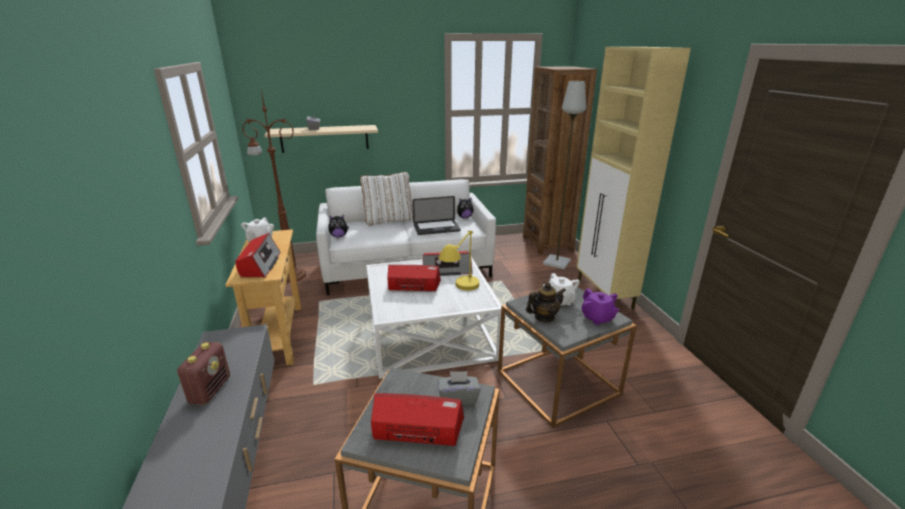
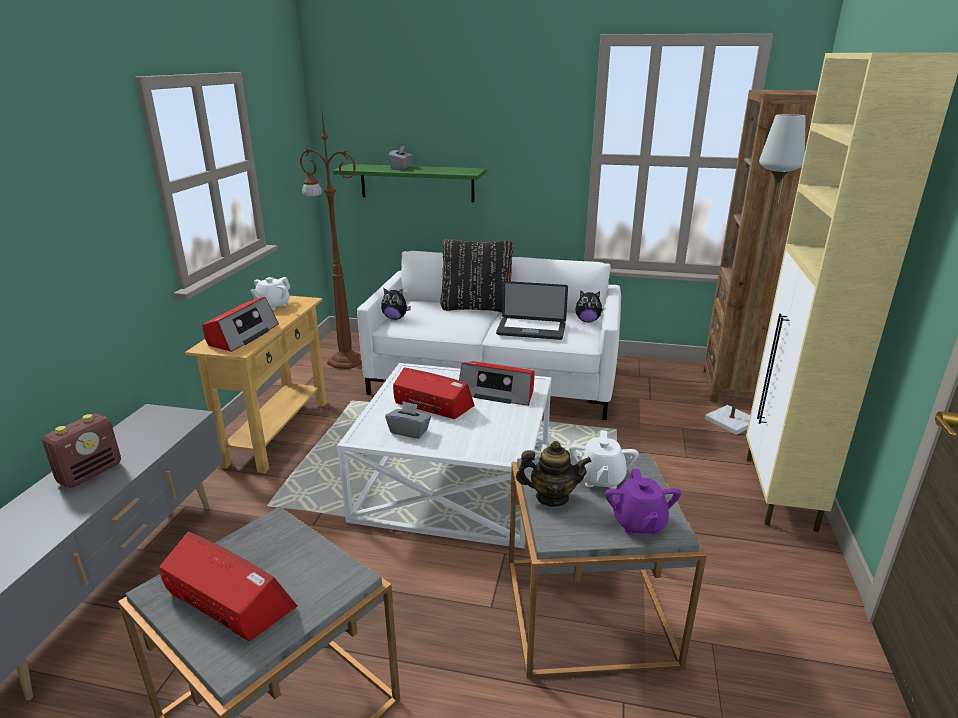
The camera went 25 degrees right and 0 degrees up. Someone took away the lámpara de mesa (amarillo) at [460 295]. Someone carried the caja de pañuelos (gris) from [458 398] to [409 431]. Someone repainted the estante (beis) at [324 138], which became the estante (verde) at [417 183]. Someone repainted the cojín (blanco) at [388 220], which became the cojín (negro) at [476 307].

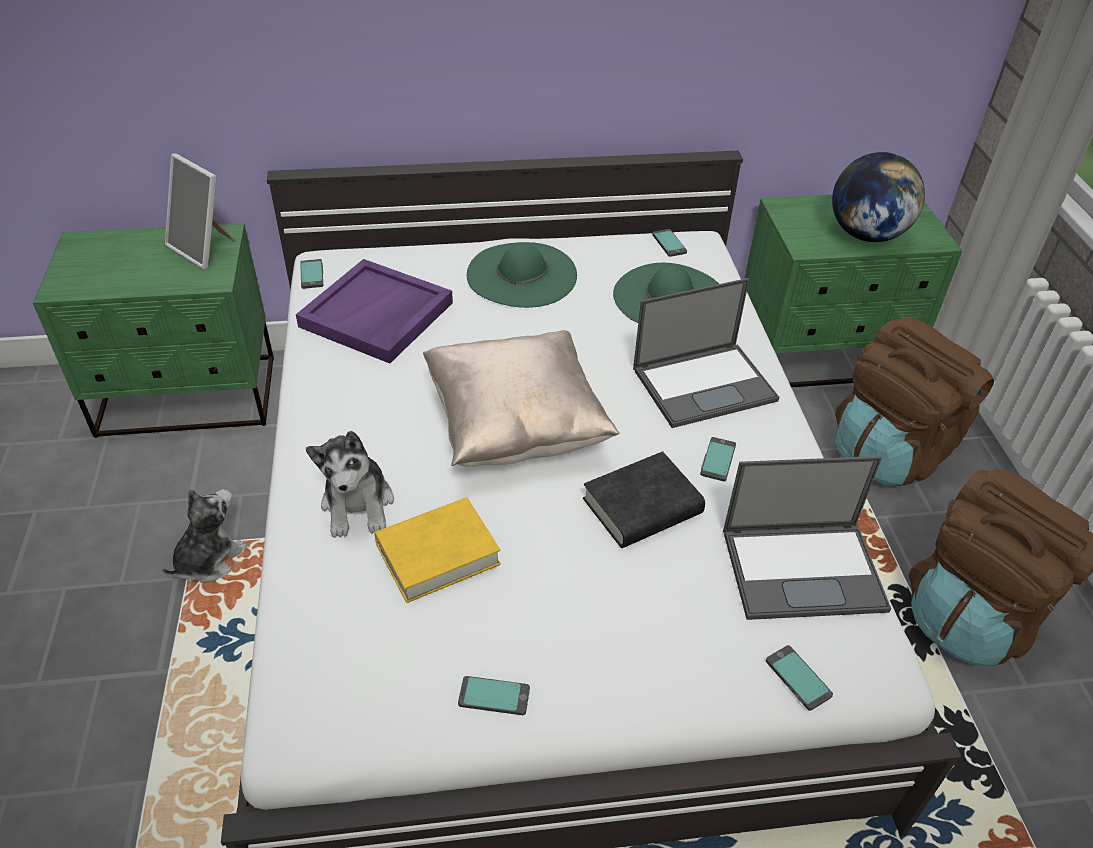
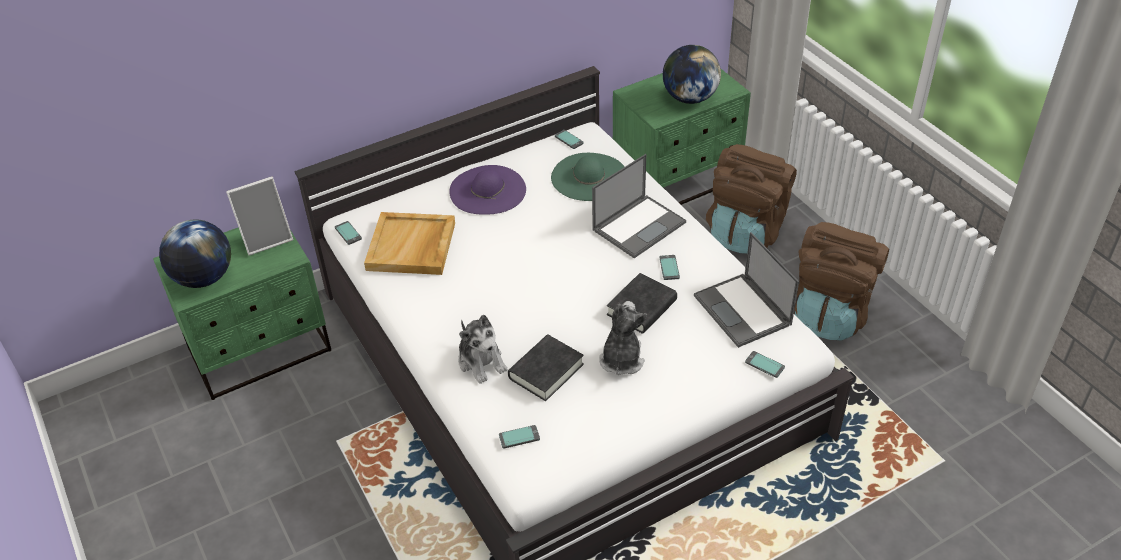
The camera went 20 degrees left and 0 degrees up. Someone took away the cojín (beis) at [516 428]. Someone put down the globo terráqueo at [203 278]. Someone carried the peluche from [209 559] to [621 359]. Someone carried the móvil from [494 696] to [519 437]. Someone repainted the bandeja (morado) at [377 315], which became the bandeja (beis) at [412 247]. Someone repainted the libro (amarillo) at [438 554], which became the libro (negro) at [546 371]. Someone repainted the sombrero (verde) at [522 274], which became the sombrero (morado) at [487 190]. Someone rotated the portarretratos at [204 248] by 45 degrees counterclockwise. Someone rotated the portátil at [804 569] by 90 degrees clockwise.

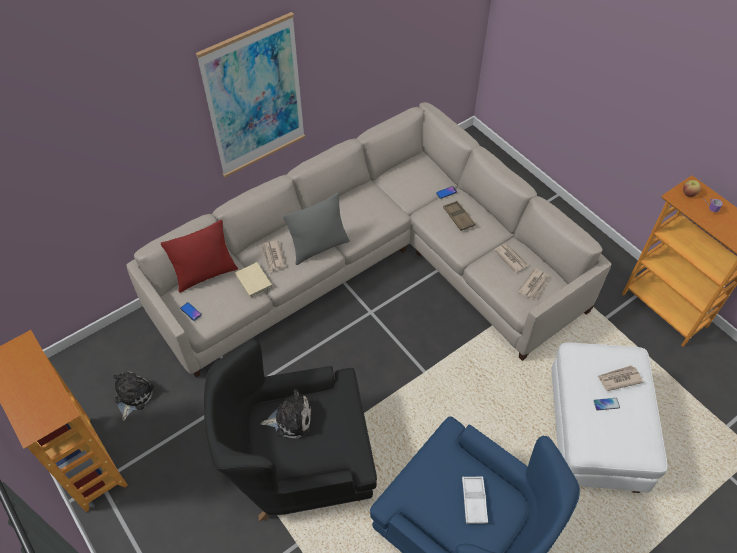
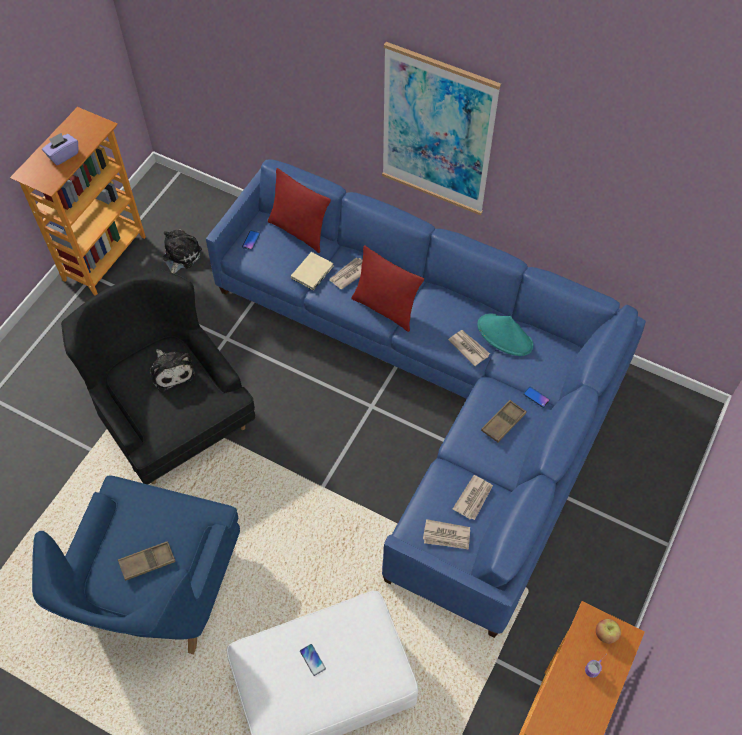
The camera went 65 degrees right and 5 degrees up. Someone put down the caja de pañuelos (morado) at [63 155]. Someone put down the sombrero (turquesa) at [505 336]. Someone carried the periódico from [619 379] to [468 348]. Someone repainted the sofá (beis) at [376 265], which became the sofá (azul) at [436 386]. Someone repainted the cojín (gris) at [319 247], which became the cojín (rojo) at [385 308]. Someone repainted the bandeja (blanco) at [474 501], which became the bandeja (marrón) at [147 562]. Someone rotated the peluche at [133 396] by 60 degrees counterclockwise.

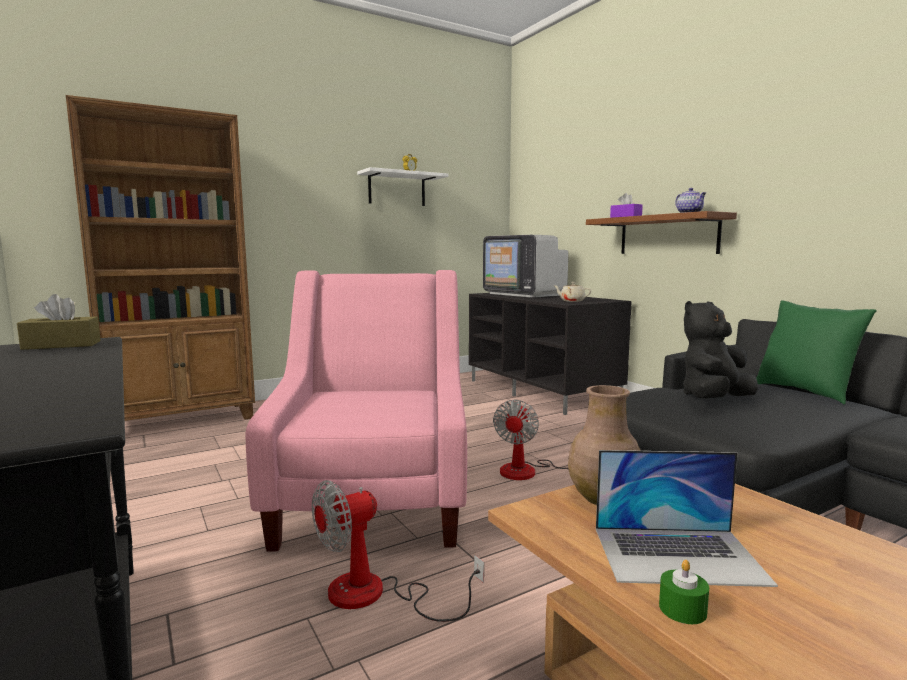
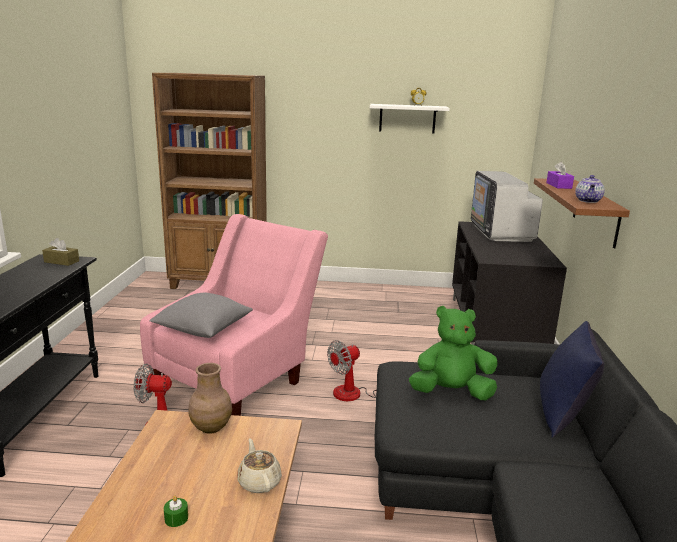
The camera went 35 degrees right and 10 degrees up. Someone took away the portátil at [678 555]. Someone put down the cojín (gris) at [203 329]. Someone carried the tetera (beis) from [571 301] to [259 482]. Someone carried the vela (verde) from [682 609] to [176 518]. Someone repainted the peluche (negro) at [714 400], which became the peluche (verde) at [451 393]. Someone repainted the cojín (verde) at [805 392], which became the cojín (azul) at [562 414].

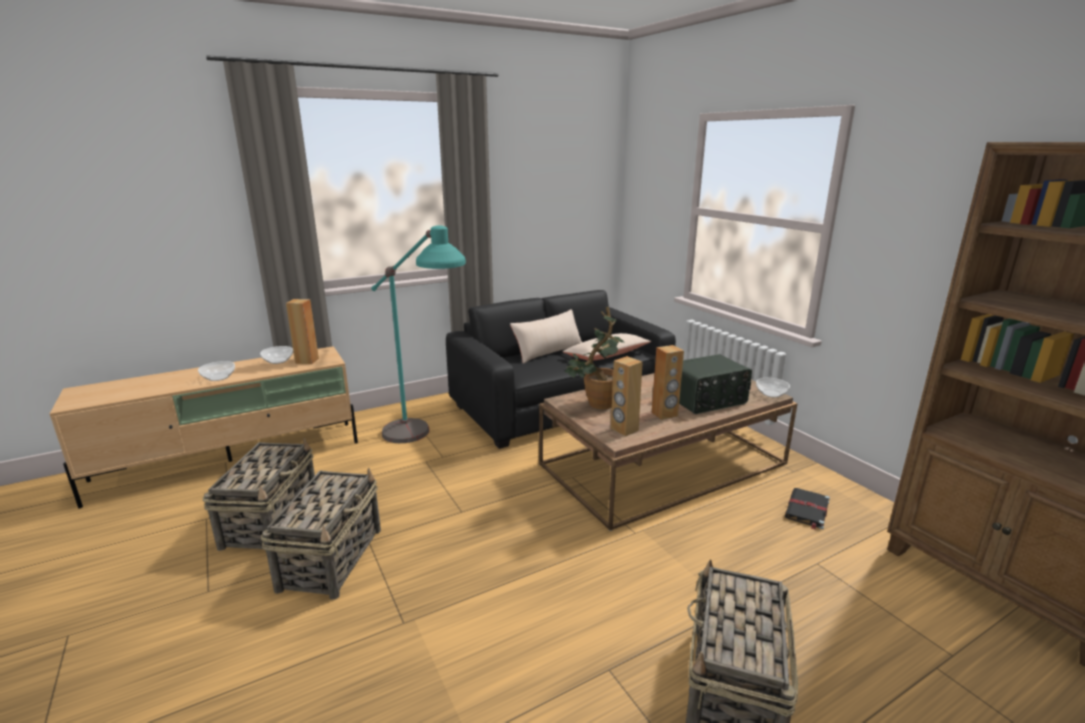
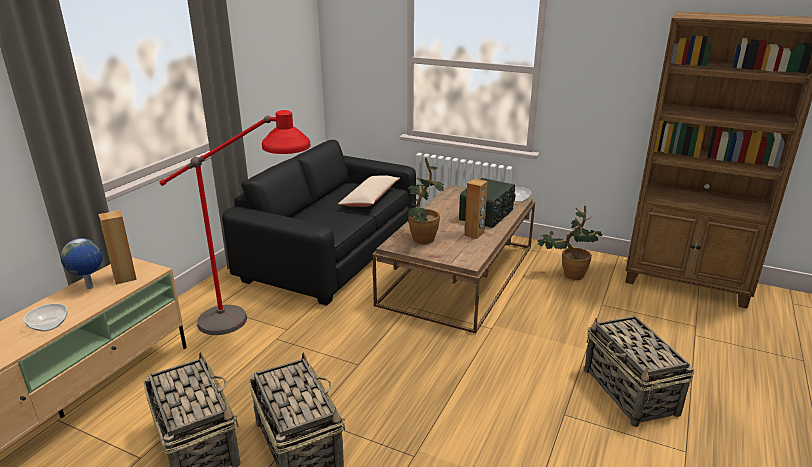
The camera went 35 degrees left and 5 degrees up. Someone took away the cojín (beis) at [548 352]. Someone took away the altavoz (marrón) at [624 430]. Someone swapped the cuenco at [278 361] for the globo terráqueo at [90 288]. Someone swapped the libro (negro) at [807 510] for the planta en maceta at [568 274]. Someone repainted the lámpara de pie (turquesa) at [423 443], which became the lámpara de pie (rojo) at [254 325].

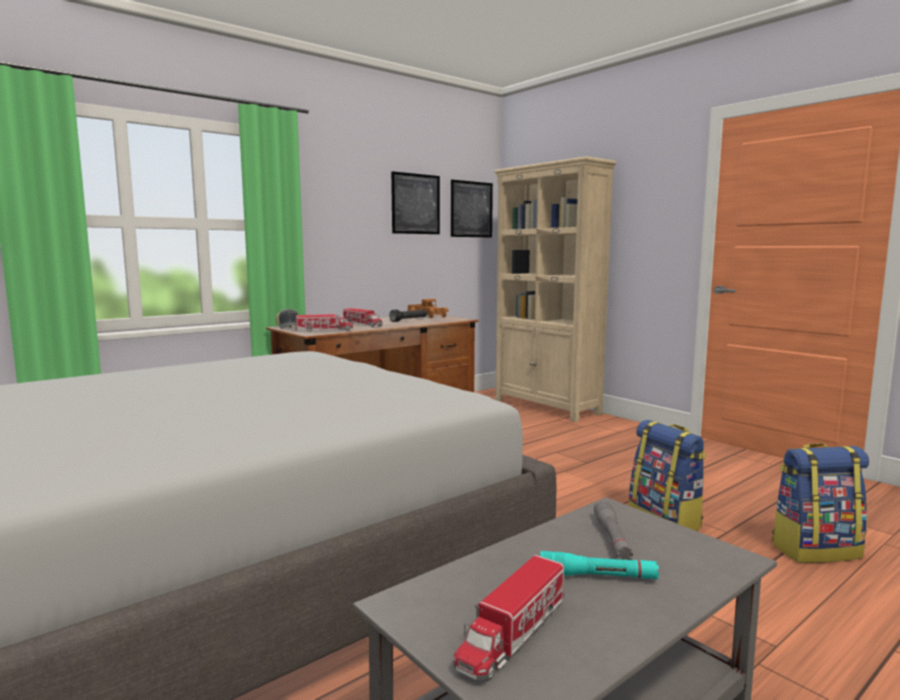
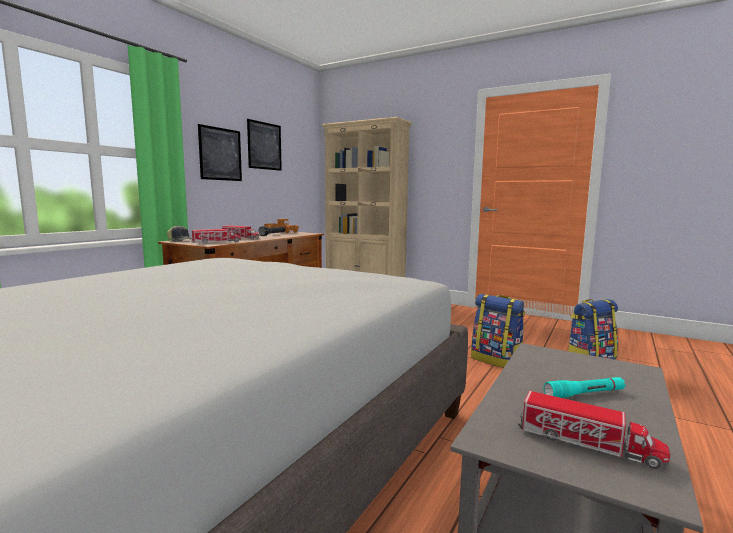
The camera went 20 degrees left and 0 degrees up. Someone took away the linterna (gris) at [612 539]. Someone carried the cuadro from [471 209] to [220 154]. Someone rotated the camión de juguete at [512 634] by 75 degrees counterclockwise.

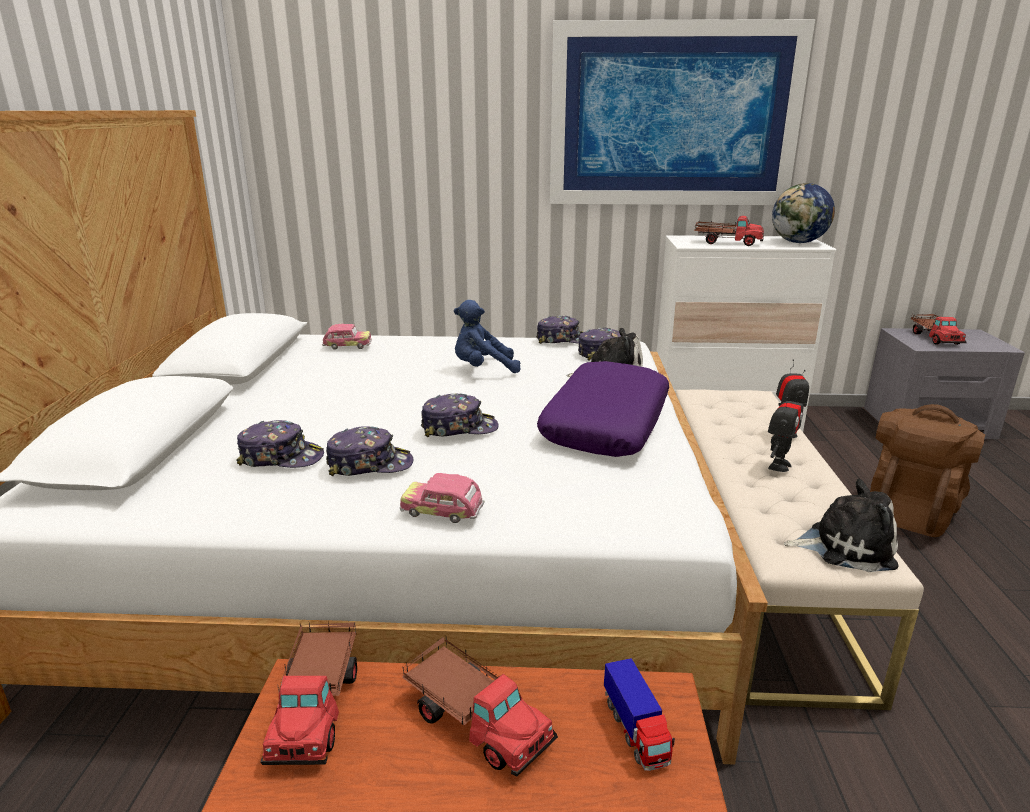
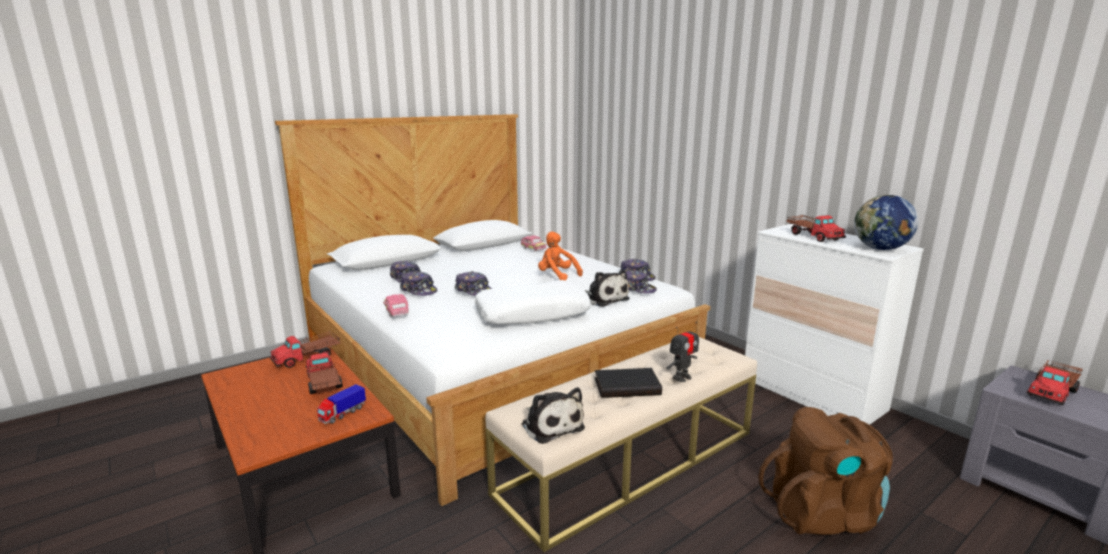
The camera went 50 degrees right and 5 degrees down. Someone took away the cuadro at [673 116]. Someone swapped the robot de juguete at [778 465] for the libro (negro) at [627 386]. Someone repainted the peluche (azul) at [483 369], which became the peluche (naranja) at [557 276]. Someone repainted the cojín (morado) at [605 424], which became the cojín (blanco) at [532 314]. Someone rotated the camión de juguete at [475 719] by 150 degrees clockwise.

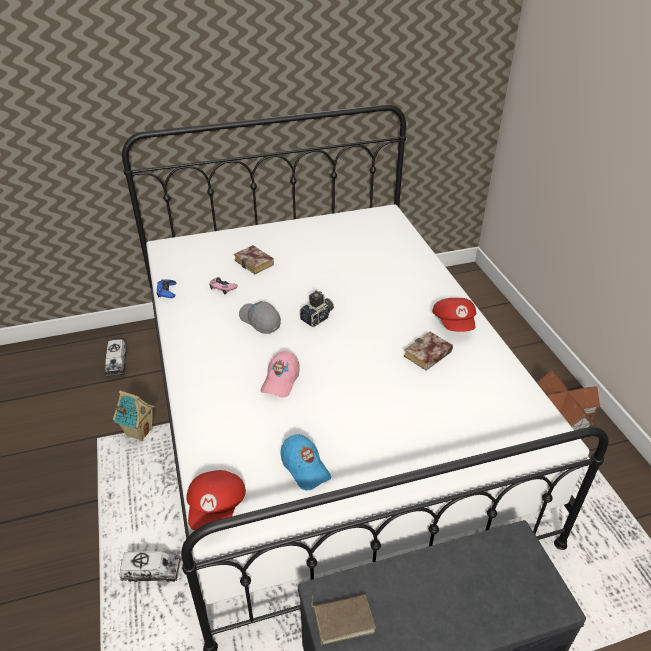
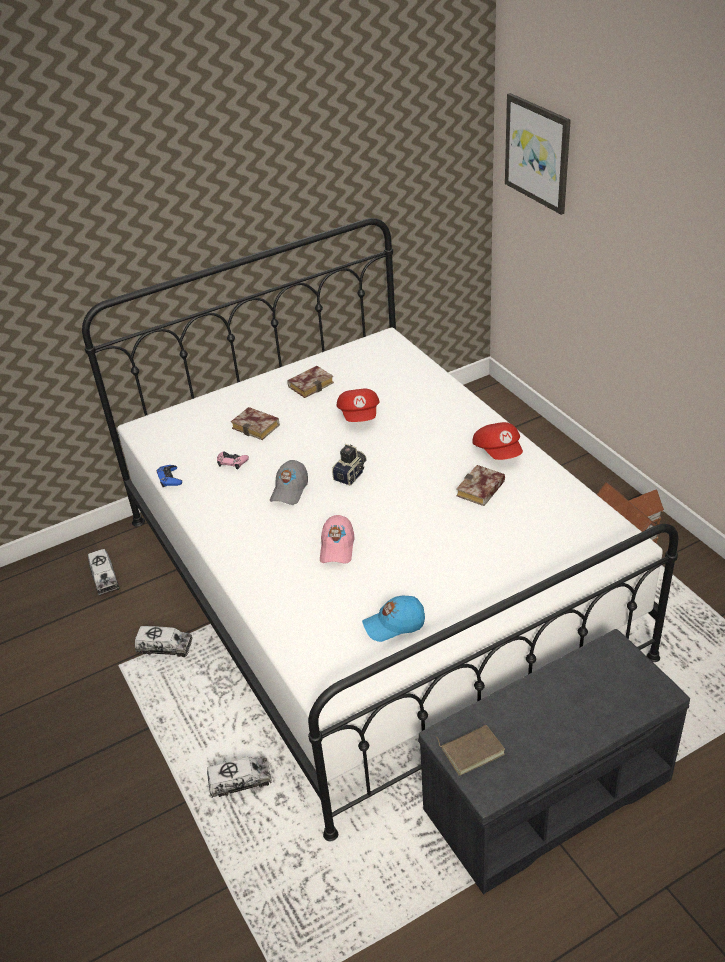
The camera went 10 degrees left and 0 degrees up. Someone put down the libro at [311 384]. Someone put up the cuadro at [538 152]. Someone carried the gorra (rojo) from [217 508] to [360 415]. Someone swapped the casita at [139 432] for the camión de juguete at [165 648]. Someone rotated the gorra (gris) at [260 321] by 105 degrees counterclockwise. Someone rotated the gorra (azul) at [305 467] by 120 degrees clockwise.

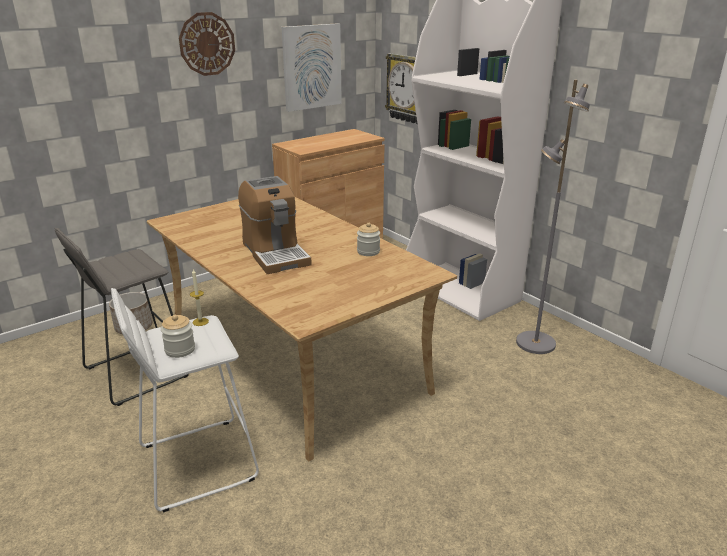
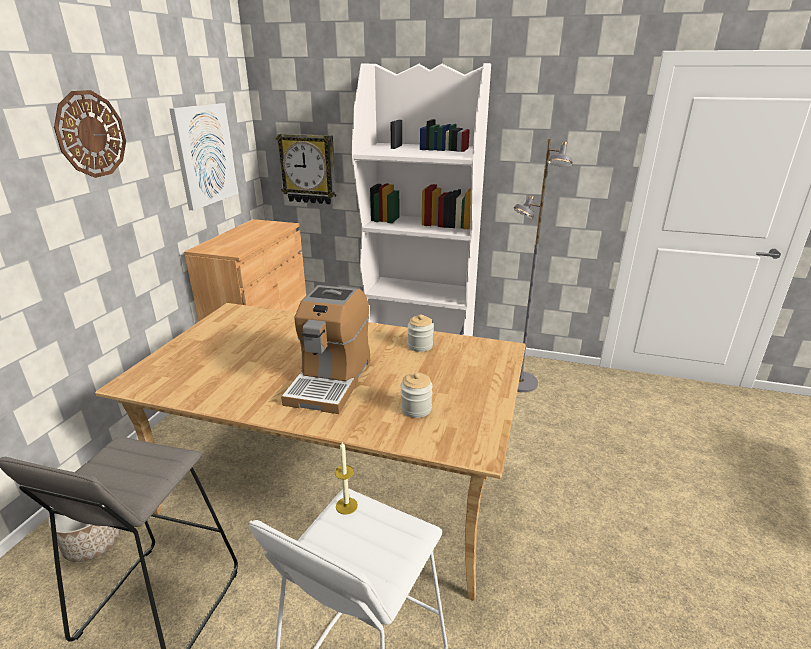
The camera went 35 degrees left and 0 degrees up. Someone carried the tarro from [180 350] to [416 409]. Someone rotated the cafetera at [275 253] by 75 degrees clockwise.

